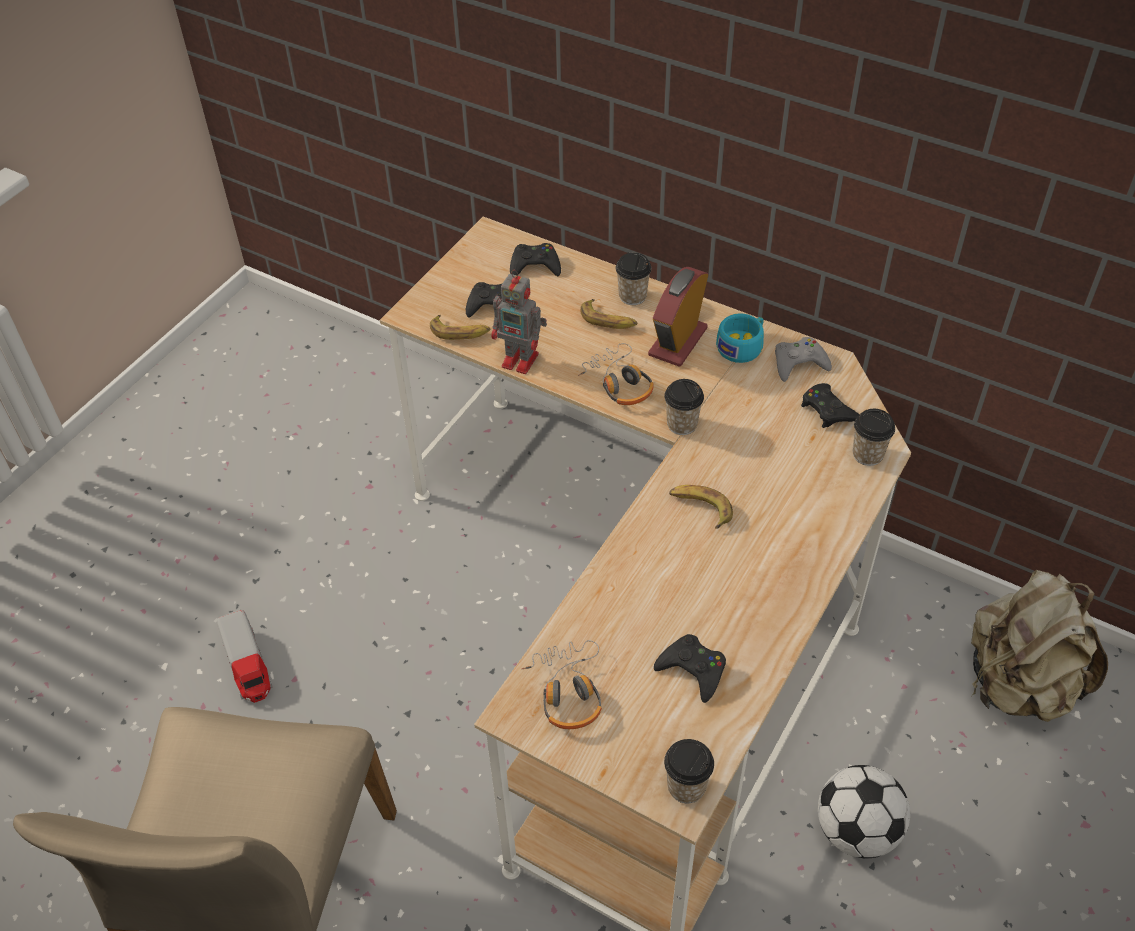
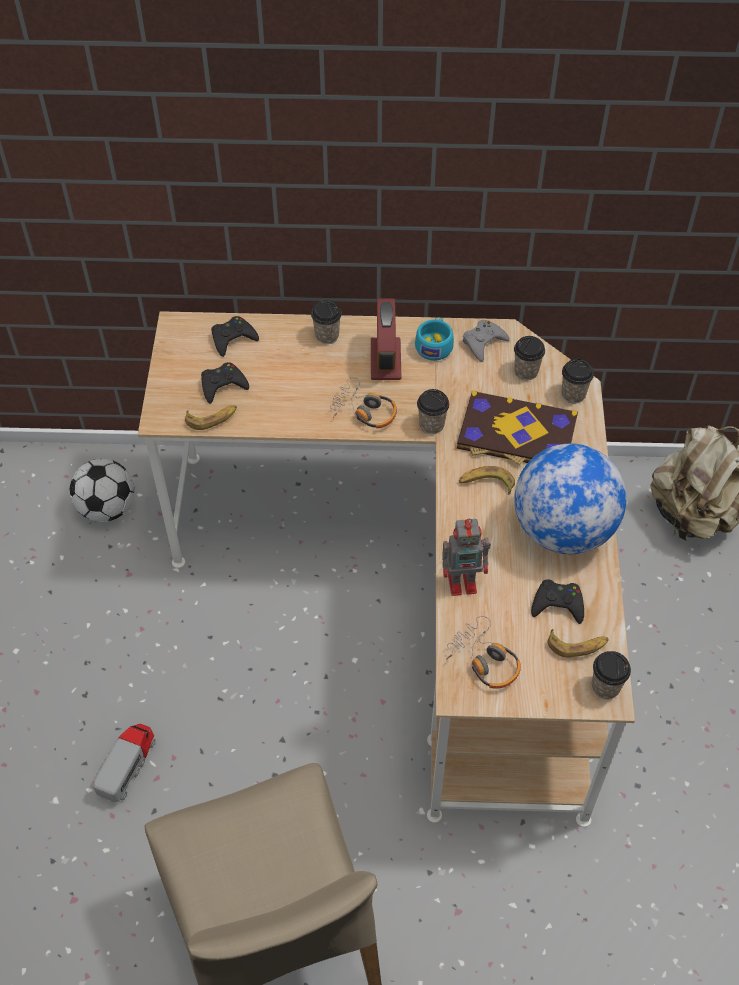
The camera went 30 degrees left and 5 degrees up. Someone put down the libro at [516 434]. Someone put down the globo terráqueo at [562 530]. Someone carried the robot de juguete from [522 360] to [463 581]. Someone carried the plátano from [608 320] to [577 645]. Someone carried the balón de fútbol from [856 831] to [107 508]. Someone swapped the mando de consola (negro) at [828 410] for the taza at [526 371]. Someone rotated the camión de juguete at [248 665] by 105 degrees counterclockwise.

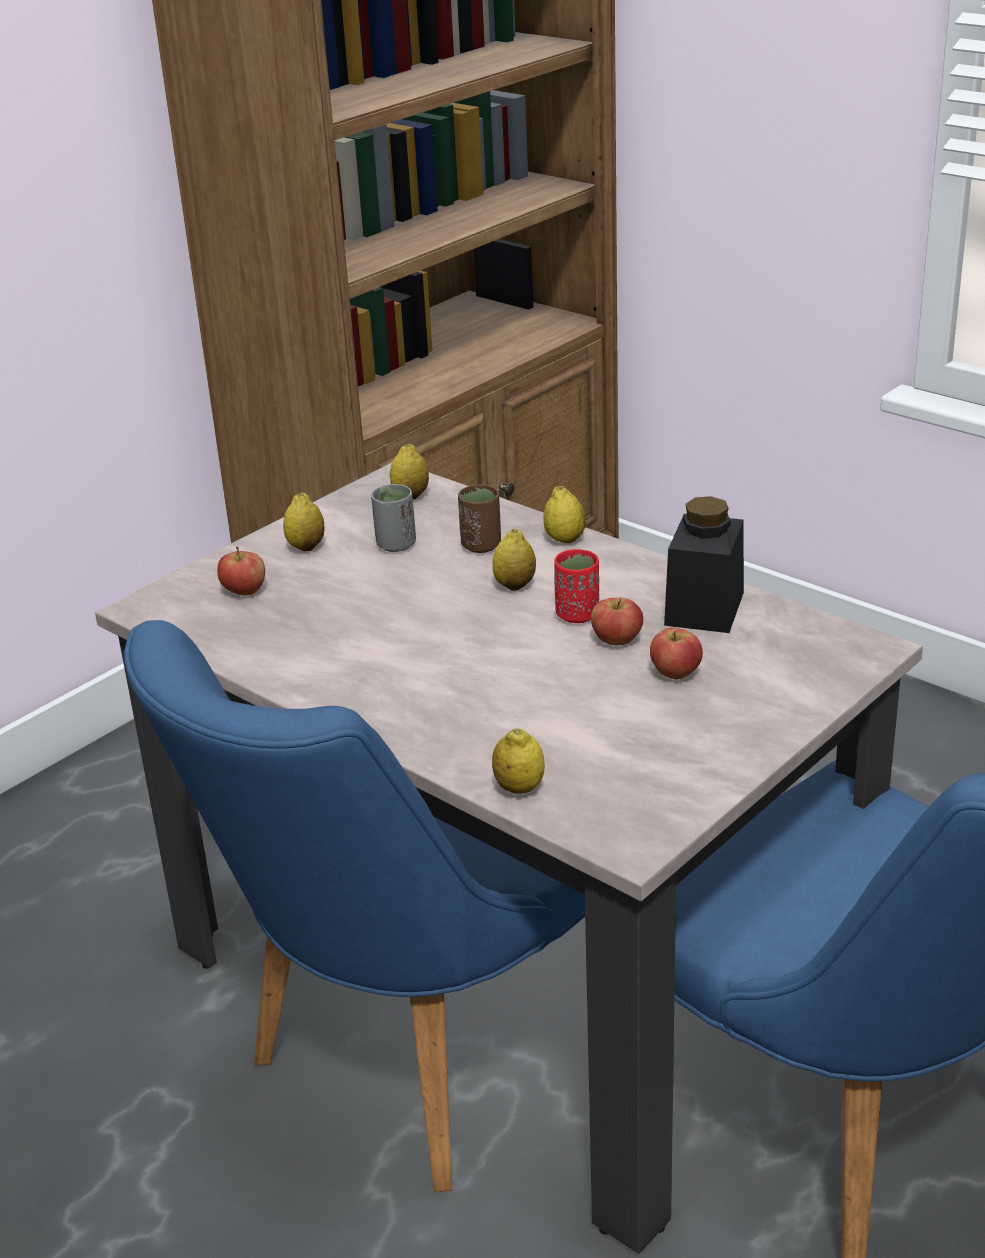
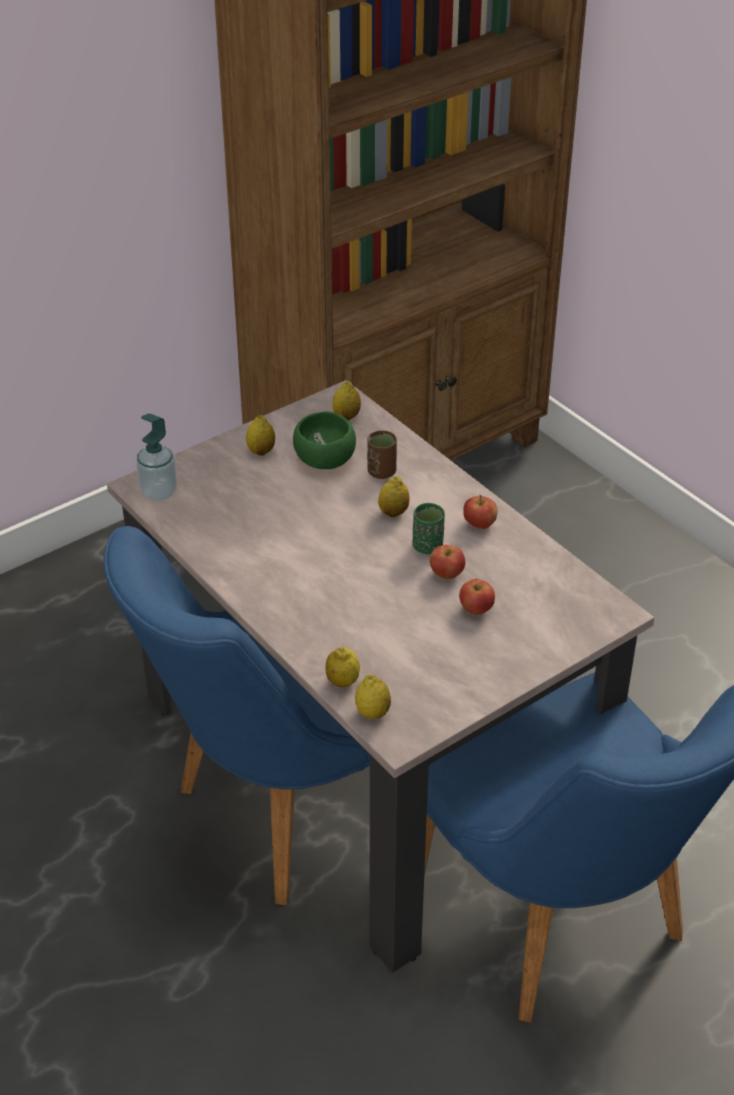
The camera went 10 degrees right and 10 degrees up. Someone took away the tarro (negro) at [704 608]. Someone put down the dispensador de jabón at [159 492]. Someone carried the manzana from [244 592] to [479 524]. Someone carried the limón from [565 540] to [372 712]. Someone swapped the taza (gris) at [396 545] for the cuenco (verde) at [323 460]. Someone repainted the taza (rojo) at [577 615], which became the taza (verde) at [427 546].

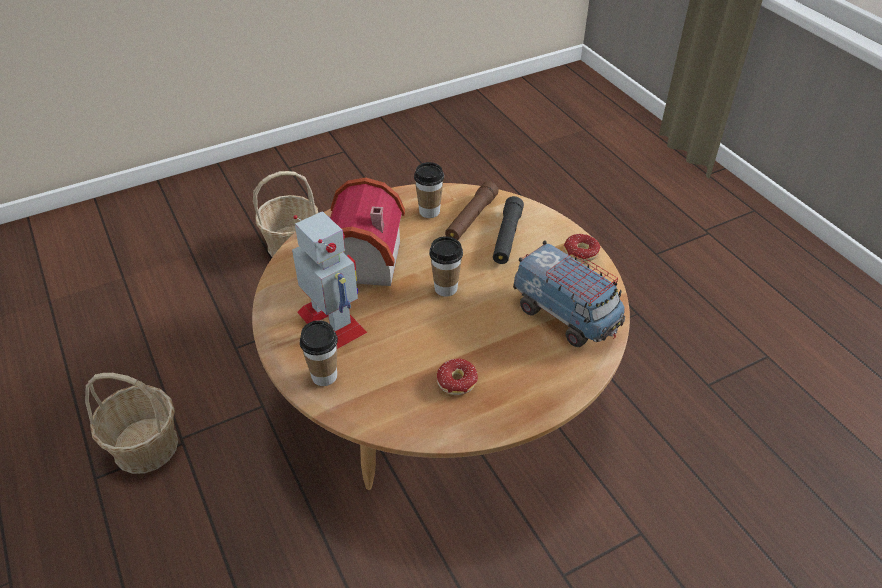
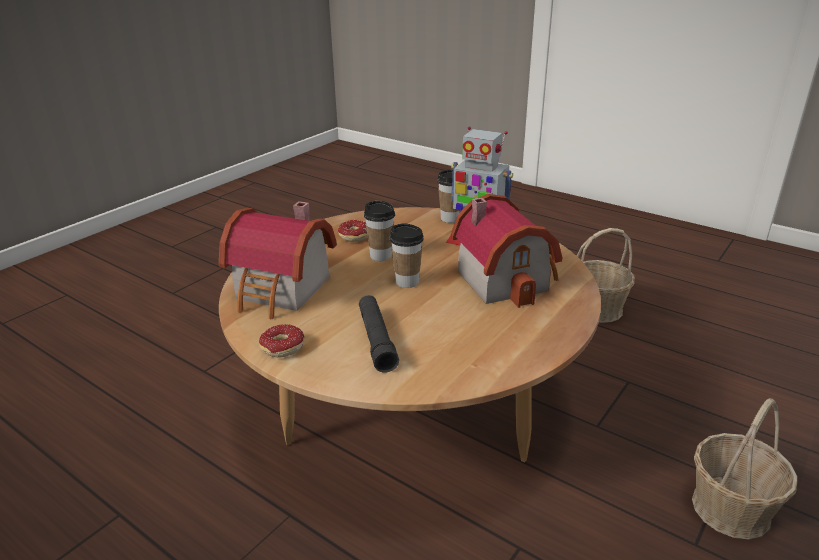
The camera went 155 degrees right and 15 degrees down. Someone took away the linterna (marrón) at [471 218]. Someone carried the taza from [429 211] to [381 256]. Someone swapped the camión de juguete at [565 316] for the casita at [282 291].

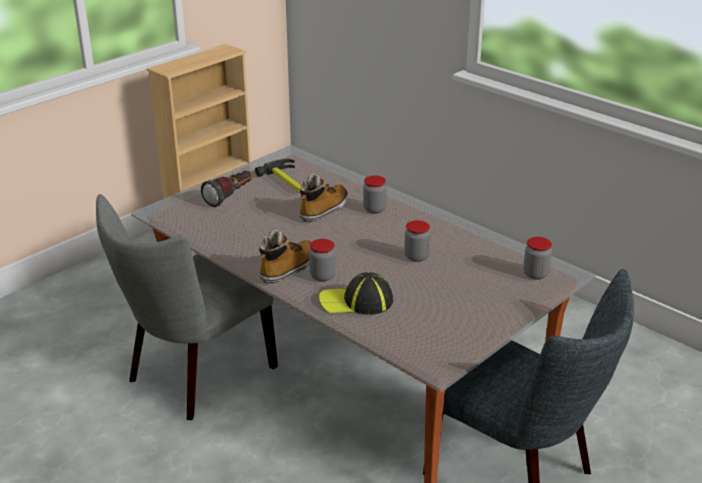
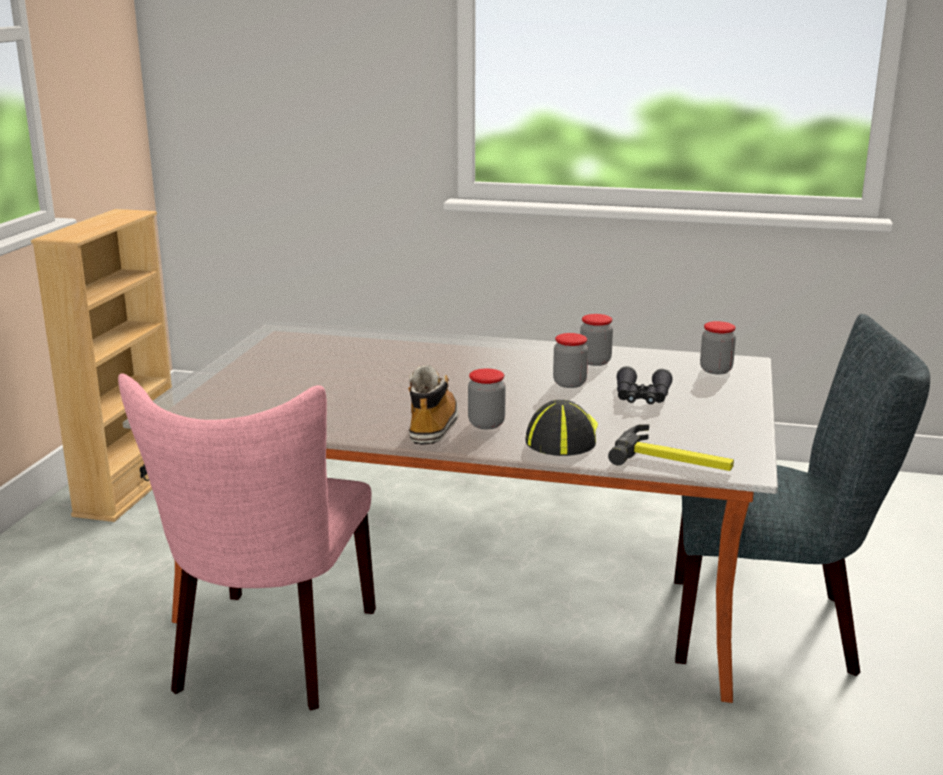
The camera went 30 degrees left and 10 degrees down. Someone took away the linterna at [231 197]. Someone took away the bota at [324 210]. Someone put down the prismáticos (negro) at [642 398]. Someone carried the martillo from [288 181] to [674 460]. Someone carried the tarro from [374 209] to [595 361]. Someone repainted the silla (gris) at [195 377], which became the silla (rosa) at [270 656]. Someone rotated the gorra at [356 301] by 135 degrees clockwise.

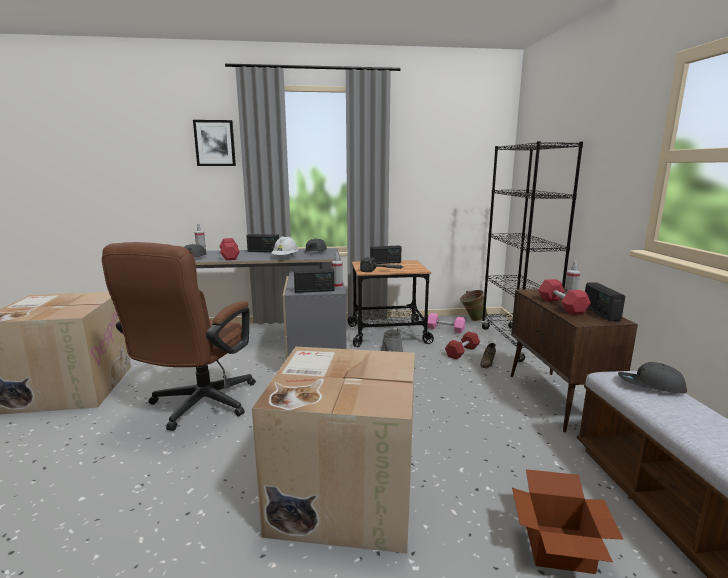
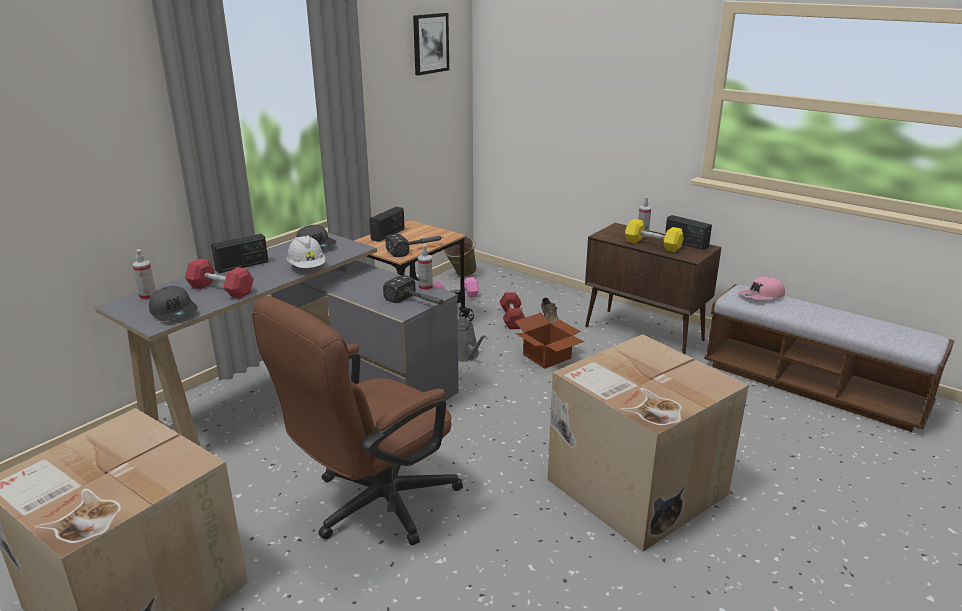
The camera went 45 degrees left and 10 degrees up. Someone took away the estantería (negro) at [515 343]. Someone carried the cuadro from [215 143] to [430 43]. Someone carried the caja de cartón from [557 548] to [547 357]. Someone swapped the radio at [314 290] for the martillo at [418 303]. Someone repainted the mancuerna (rojo) at [561 306], which became the mancuerna (amarillo) at [652 245]. Someone repainted the gorra (gris) at [650 386], which became the gorra (rosa) at [761 296]. Someone rotated the silla de oficina (marrón) at [197 406] by 75 degrees clockwise.

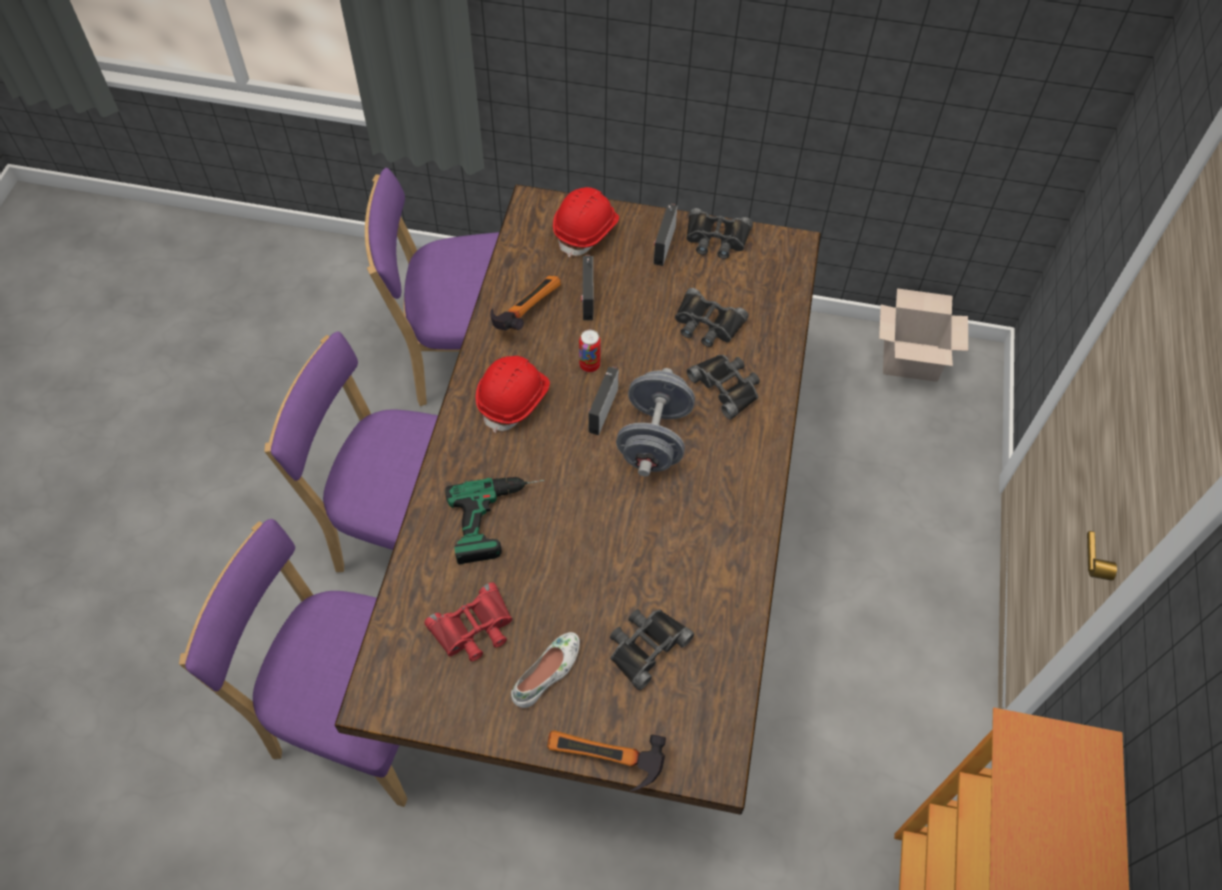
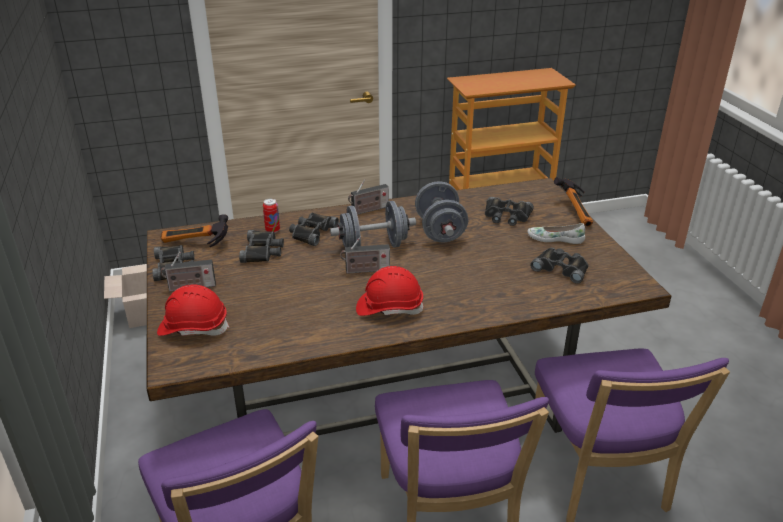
The camera went 115 degrees left and 25 degrees down. Someone took away the taladro at [500 519]. Someone put down the mancuerna (gris) at [440 231]. Someone carried the martillo from [524 310] to [194 245]. Someone carried the lata from [589 365] to [272 230]. Someone carried the radio from [587 296] to [368 210]. Someone repainted the prismáticos (rojo) at [474 628], which became the prismáticos (negro) at [561 268].

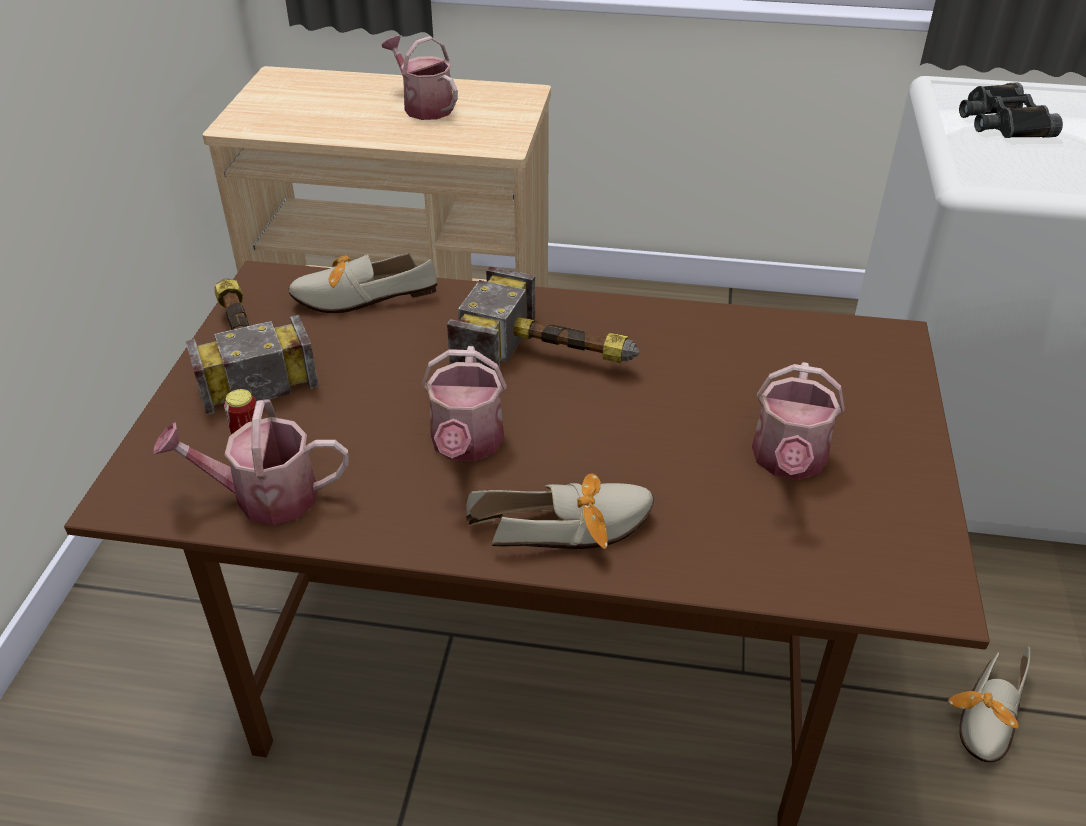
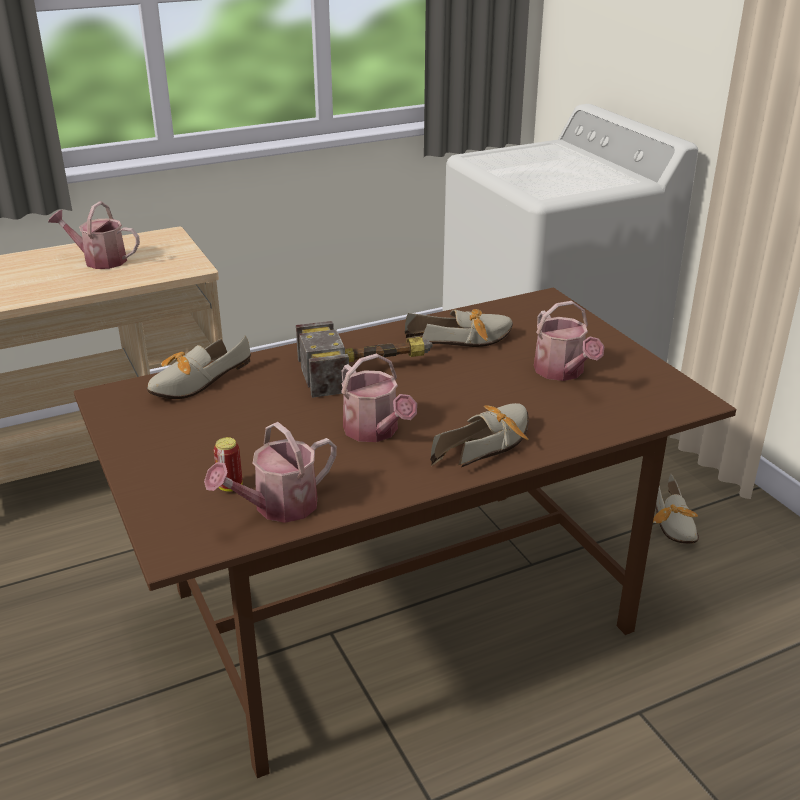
The camera went 35 degrees left and 10 degrees down. Someone took away the martillo at [245 349]. Someone took away the prismáticos (negro) at [1002 122]. Someone put down the zapato at [466 340].

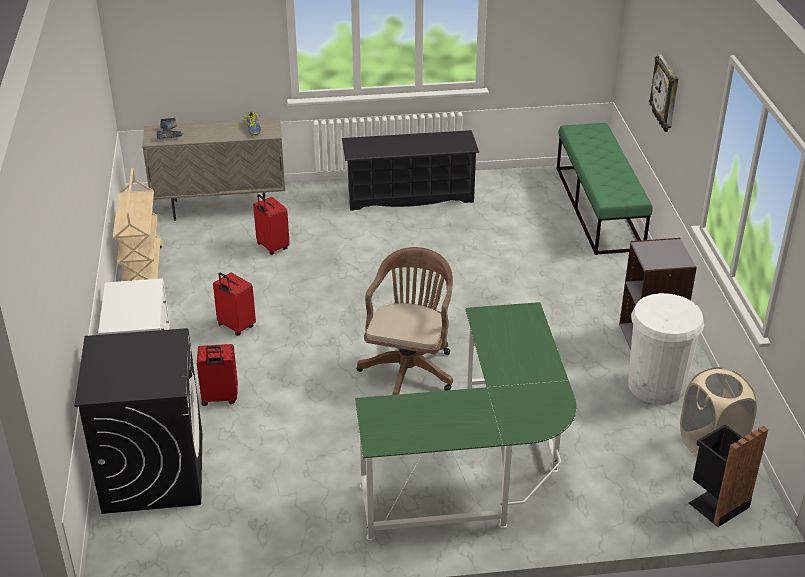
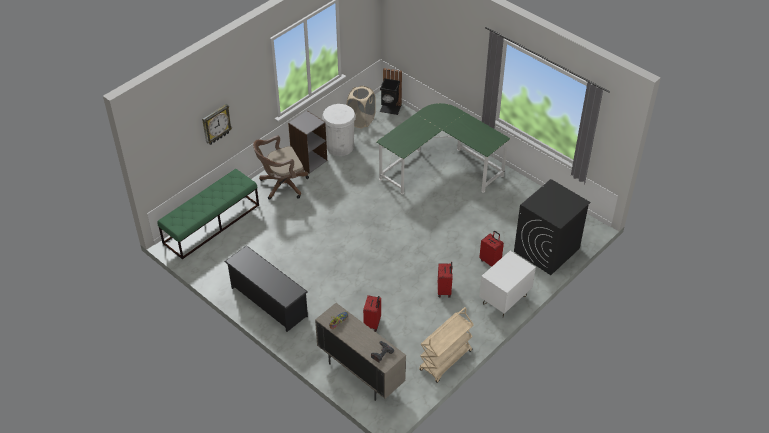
The camera went 130 degrees left and 10 degrees up. Someone carried the silla de oficina (marrón) from [409 368] to [281 185].

